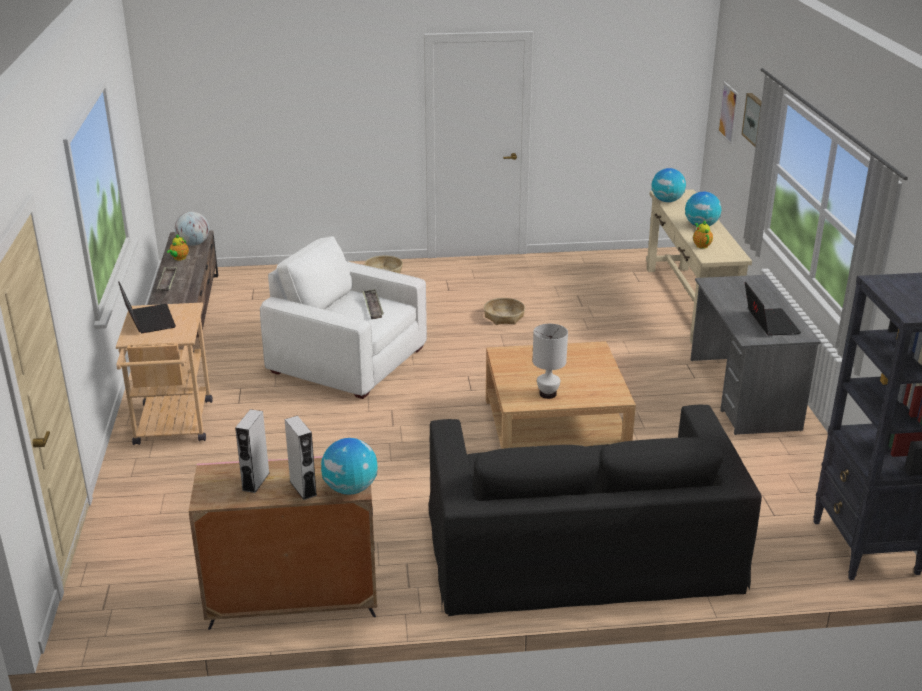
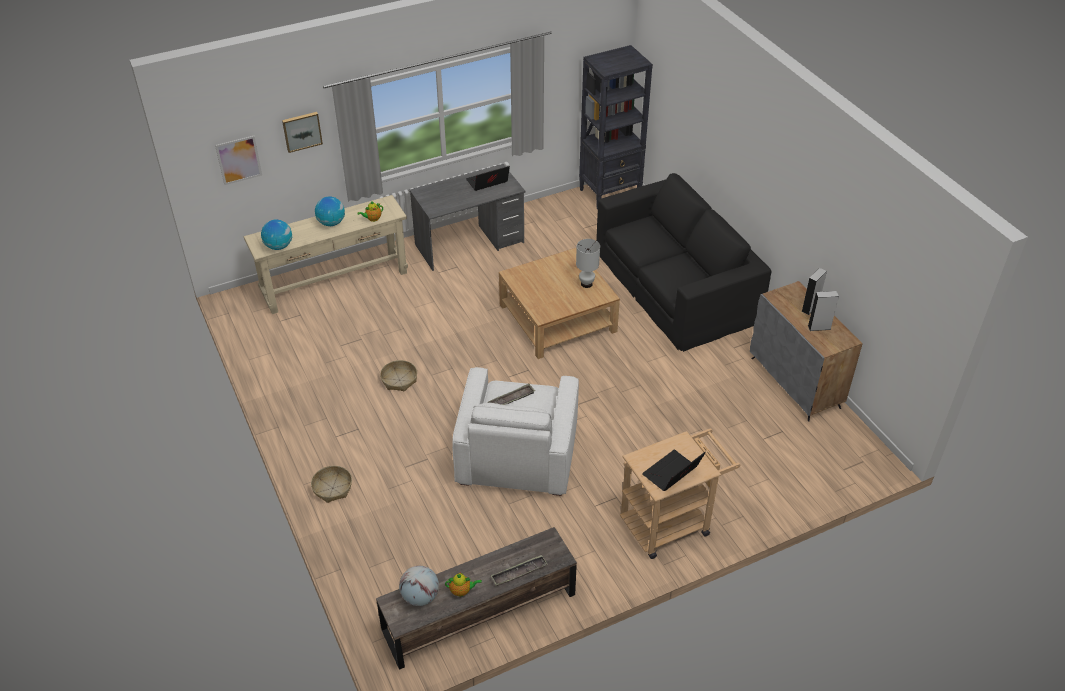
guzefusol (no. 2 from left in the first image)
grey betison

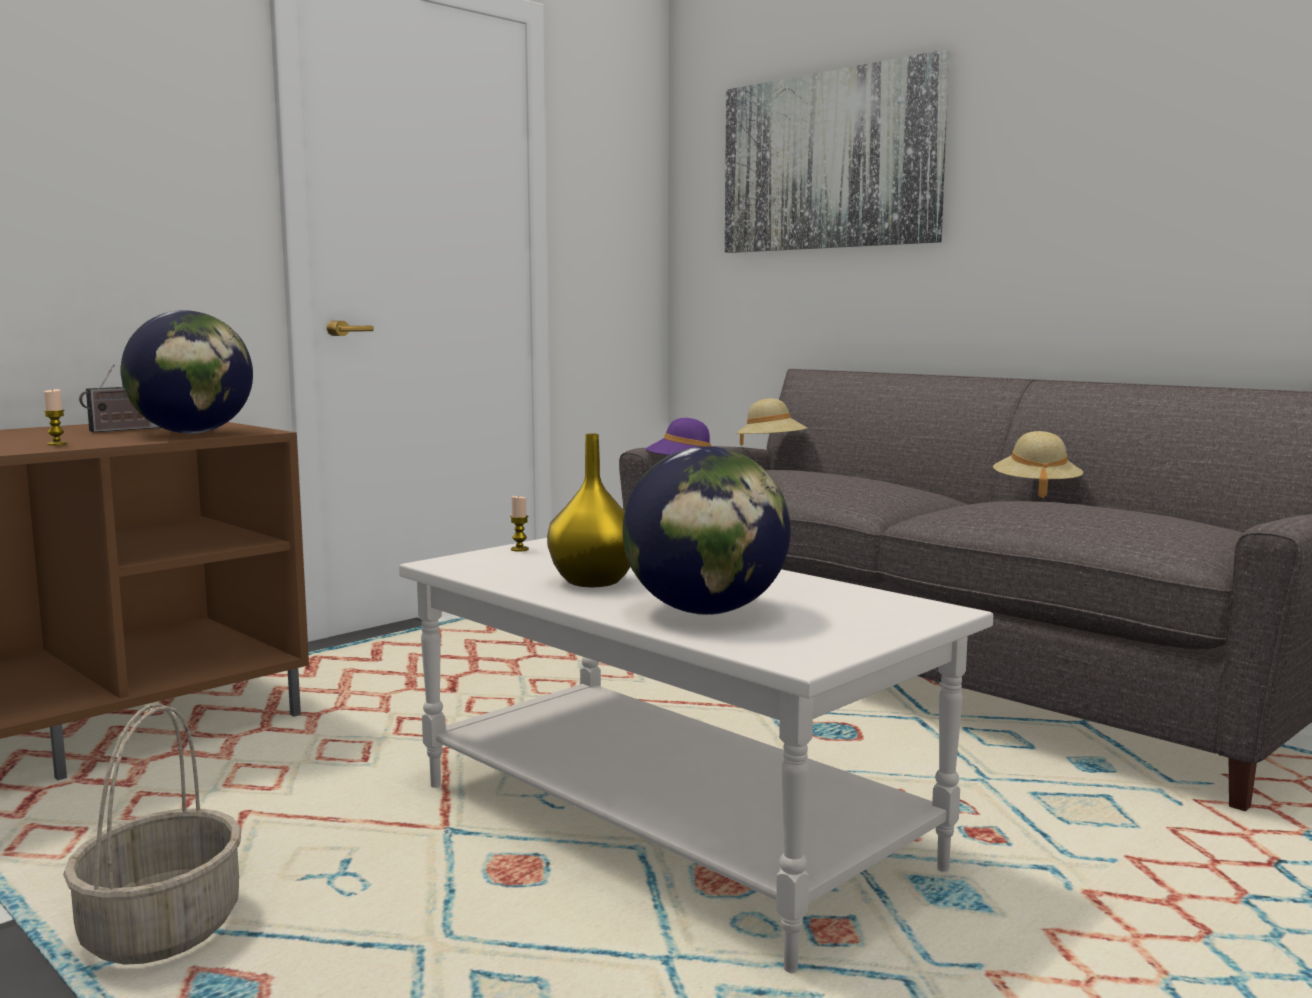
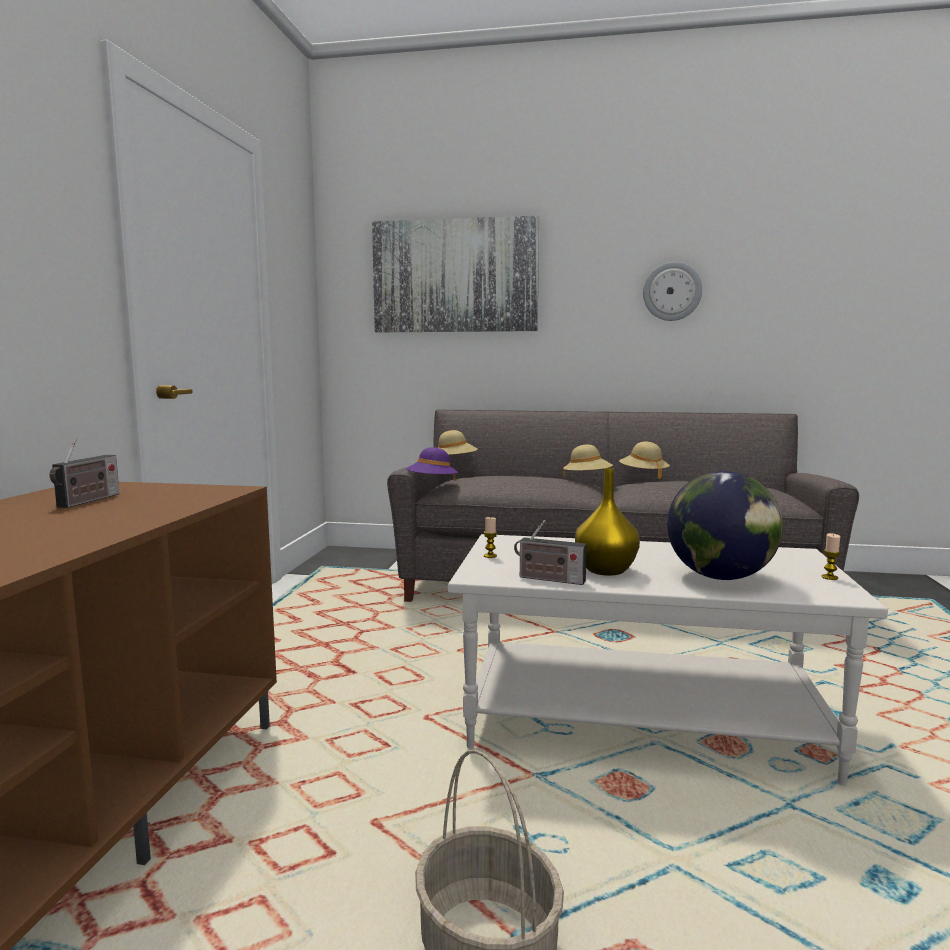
guzefusol (no. 1 from left in the first image)
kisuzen (no. 2 from left)
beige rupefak (no. 2 from left)
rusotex
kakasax (no. 2 from left)

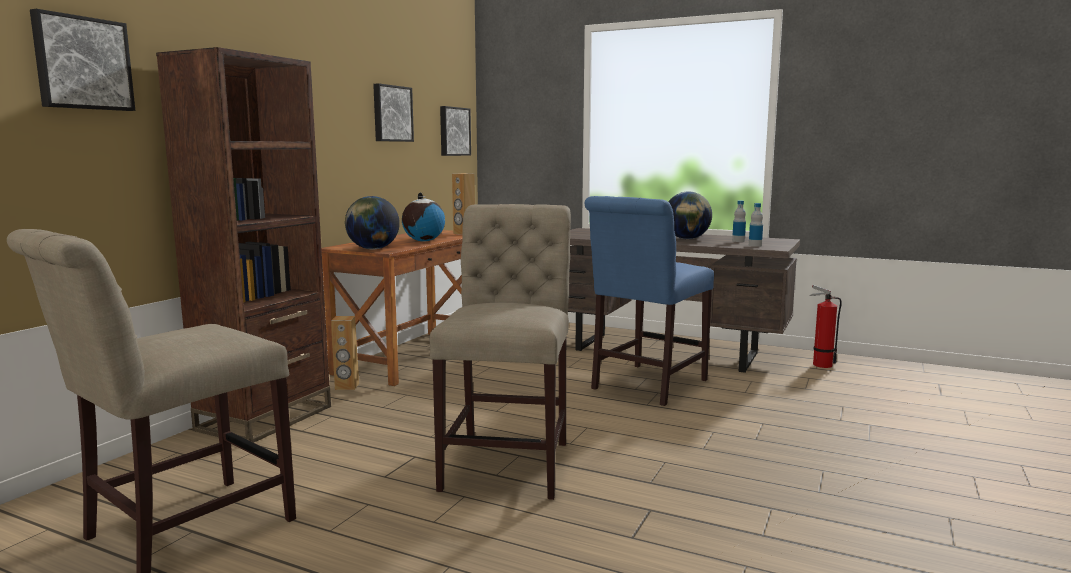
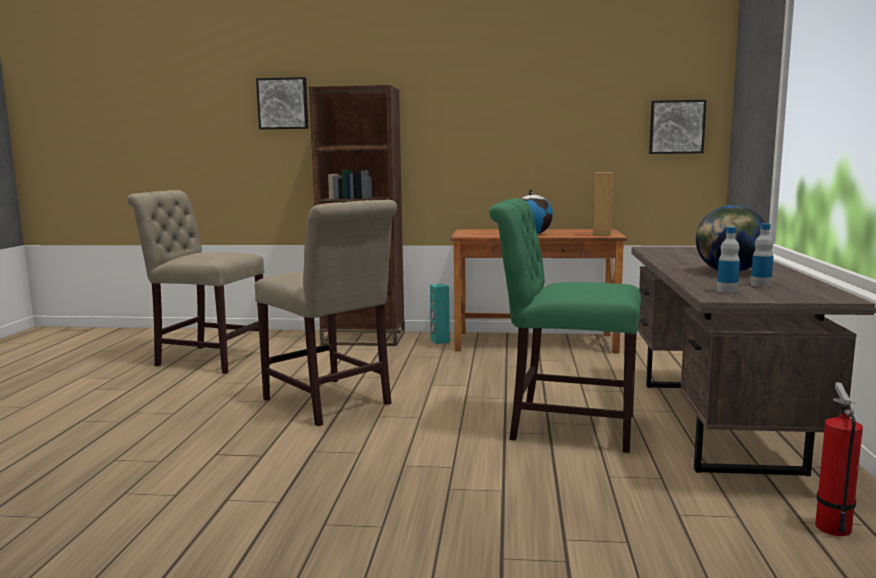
guzefusol (no. 1 from left in the first image)
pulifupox (no. 2 from left in the first image)
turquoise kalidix
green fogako
beige fogako (no. 2 from left)

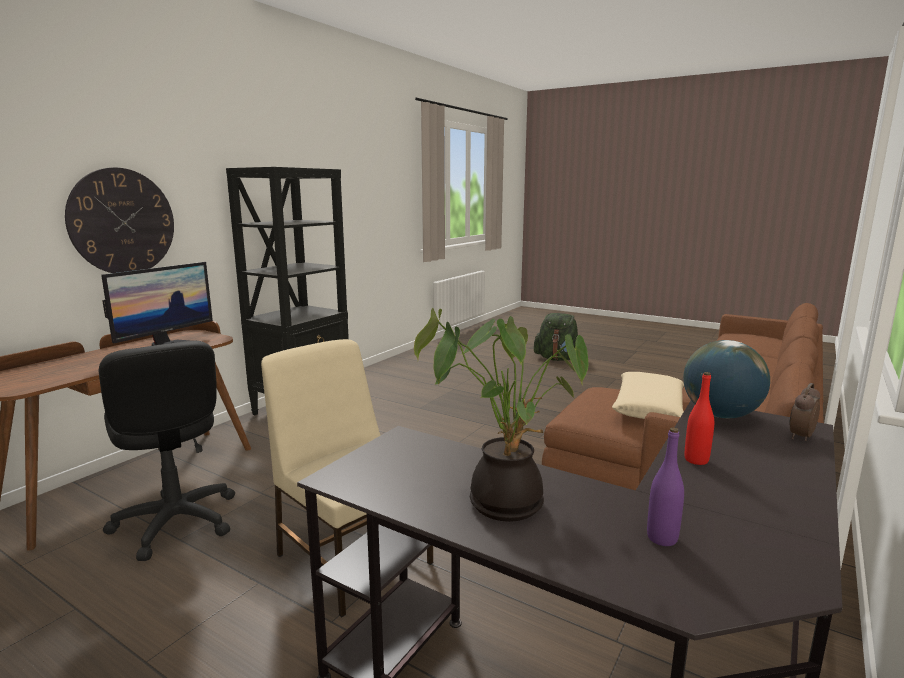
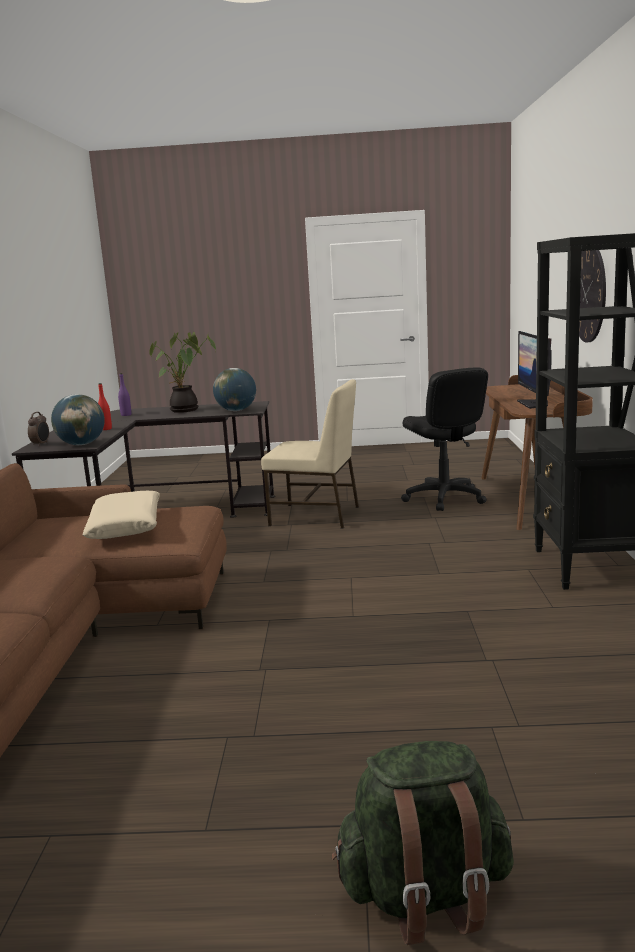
guzefusol (no. 2 from left)
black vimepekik

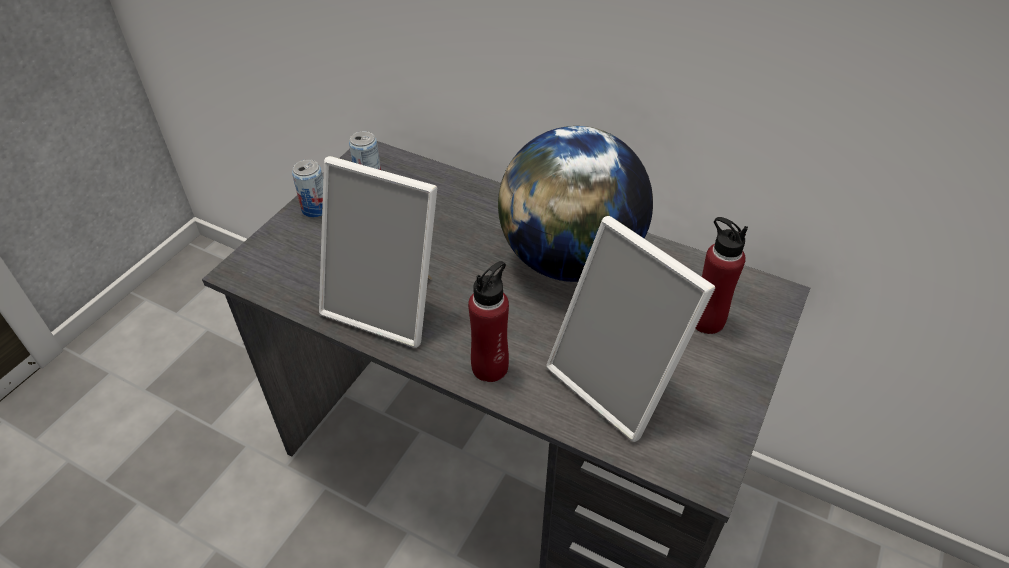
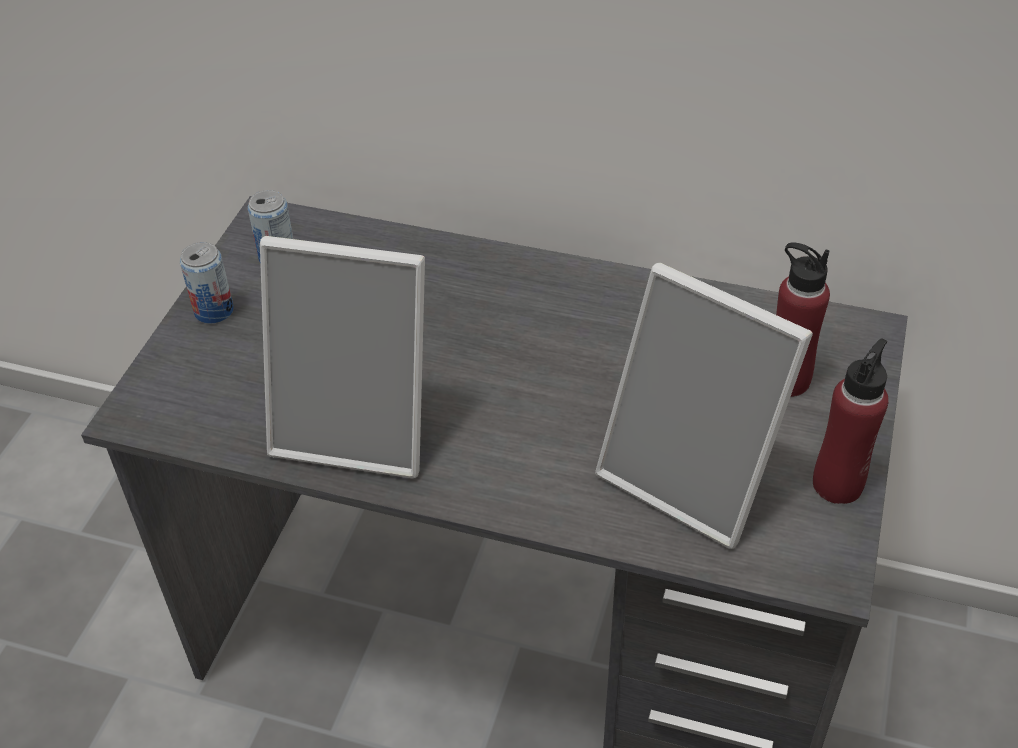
guzefusol
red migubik (no. 2 from left)

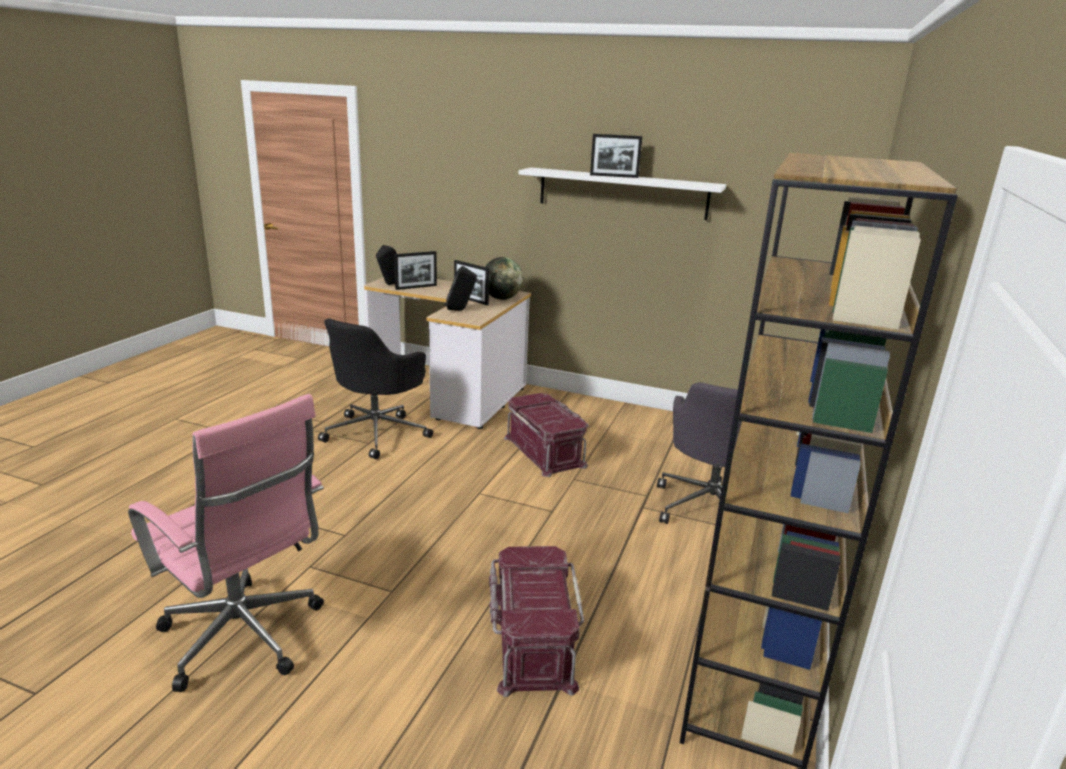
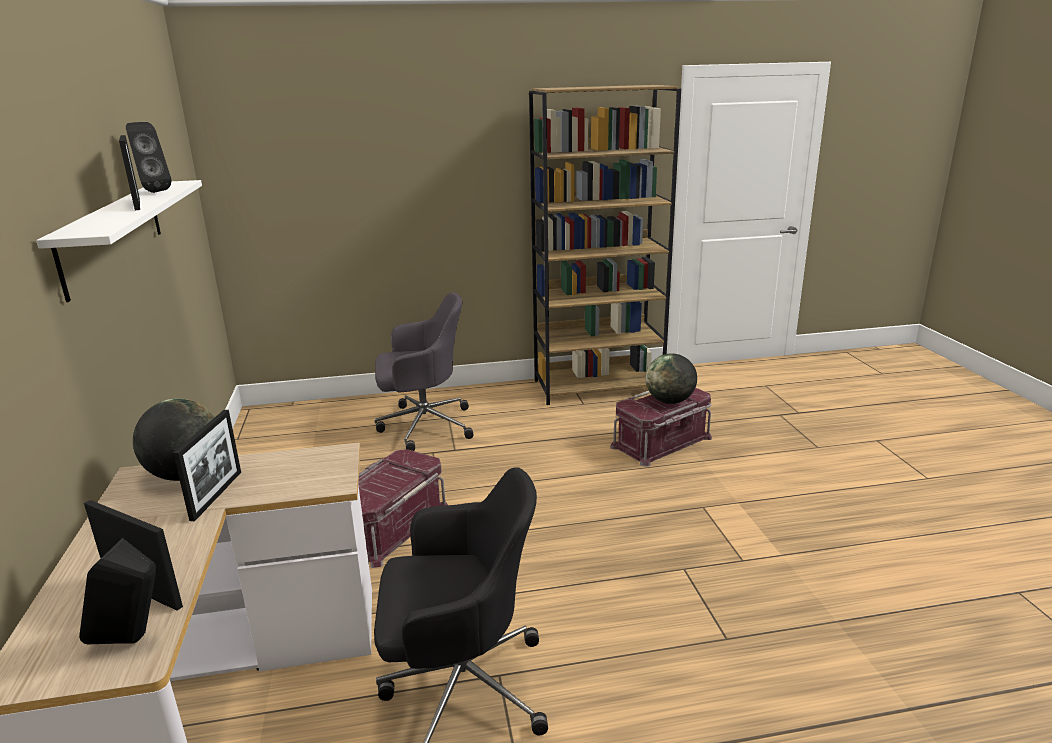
pink vimepekik
guzefusol (no. 2 from left)
black kalidix (no. 2 from left)

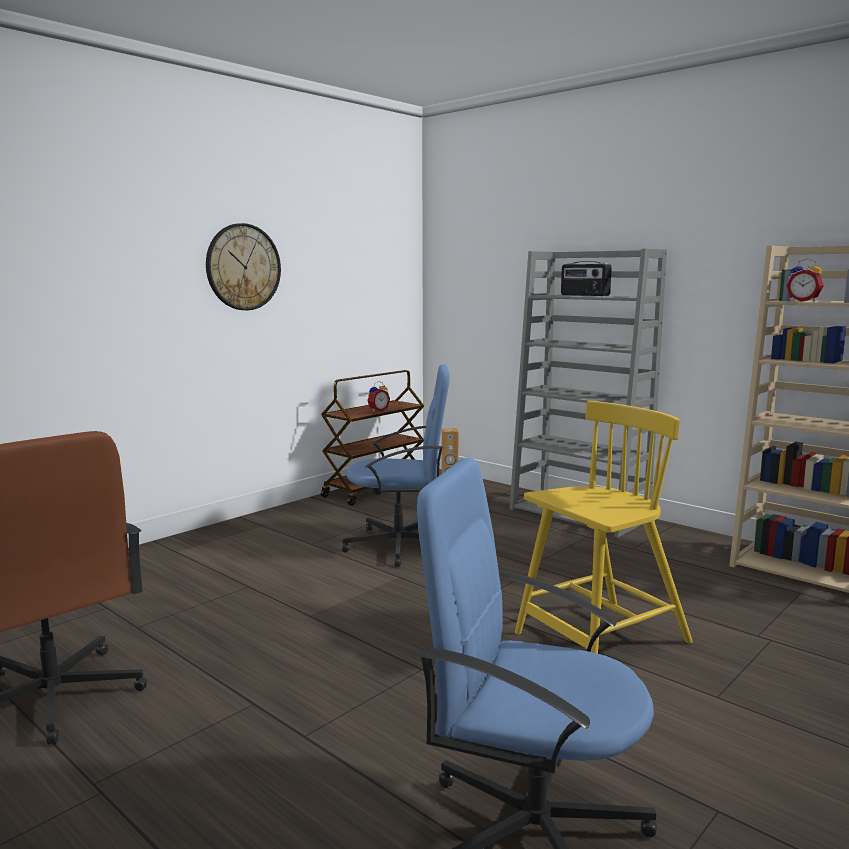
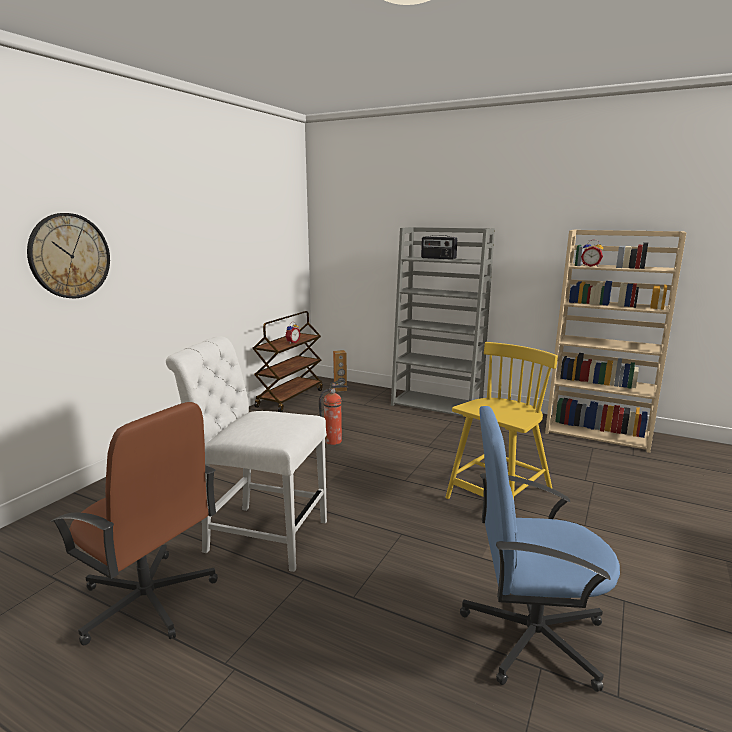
white fogako
rusotex
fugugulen

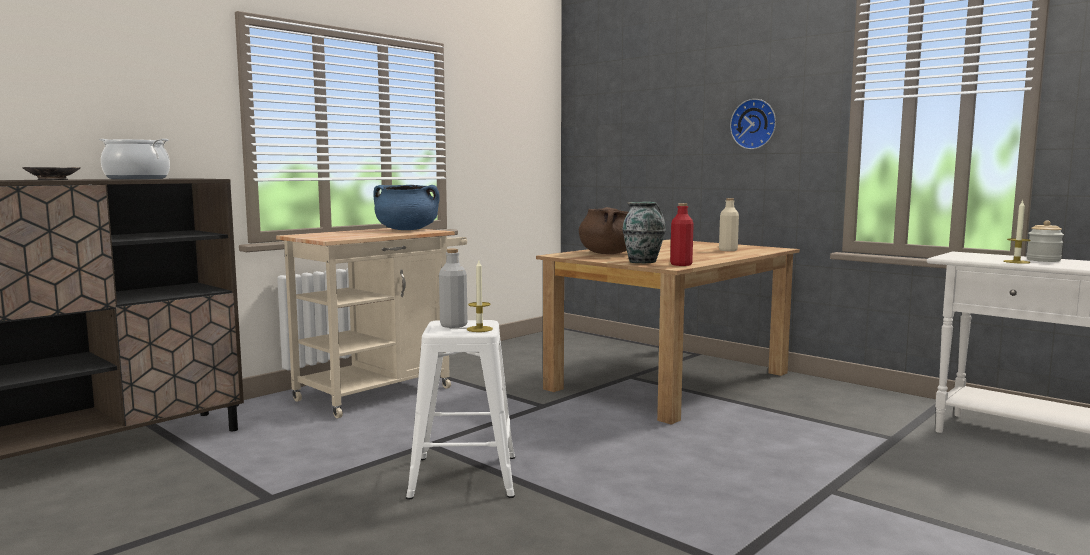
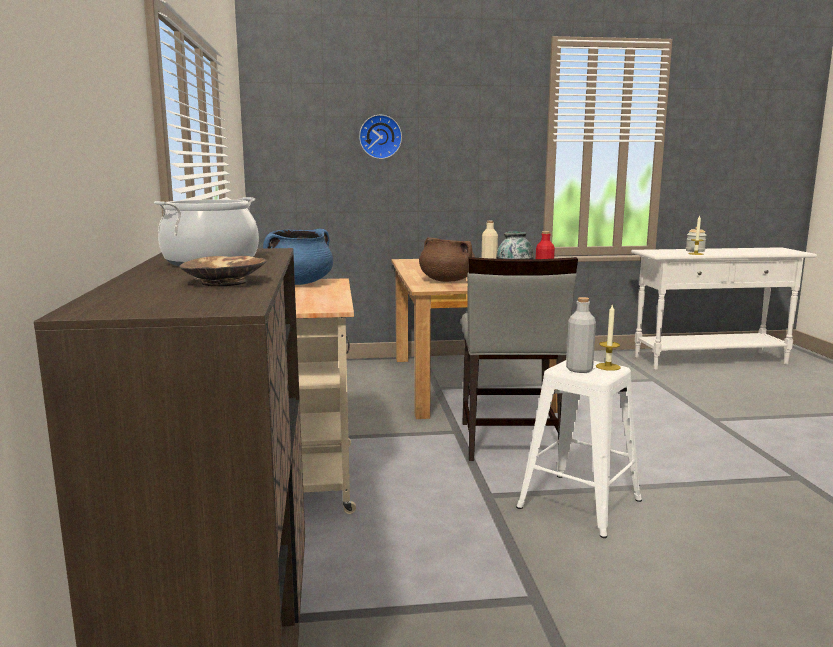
grey fogako
rusotex

